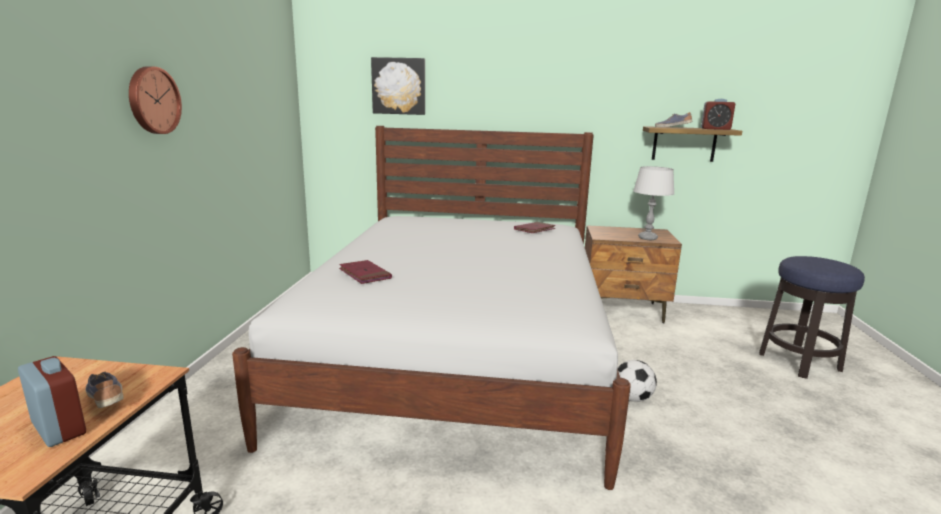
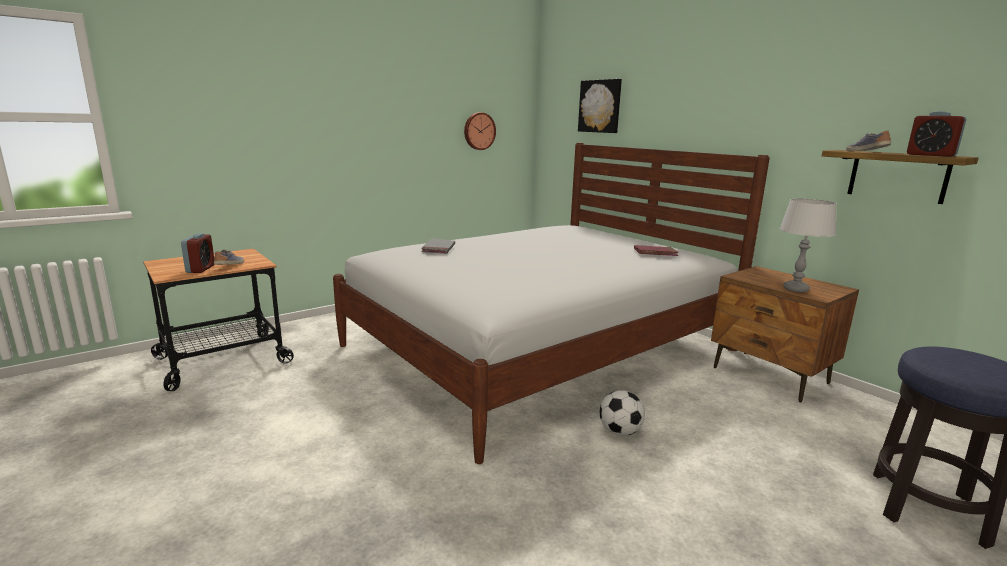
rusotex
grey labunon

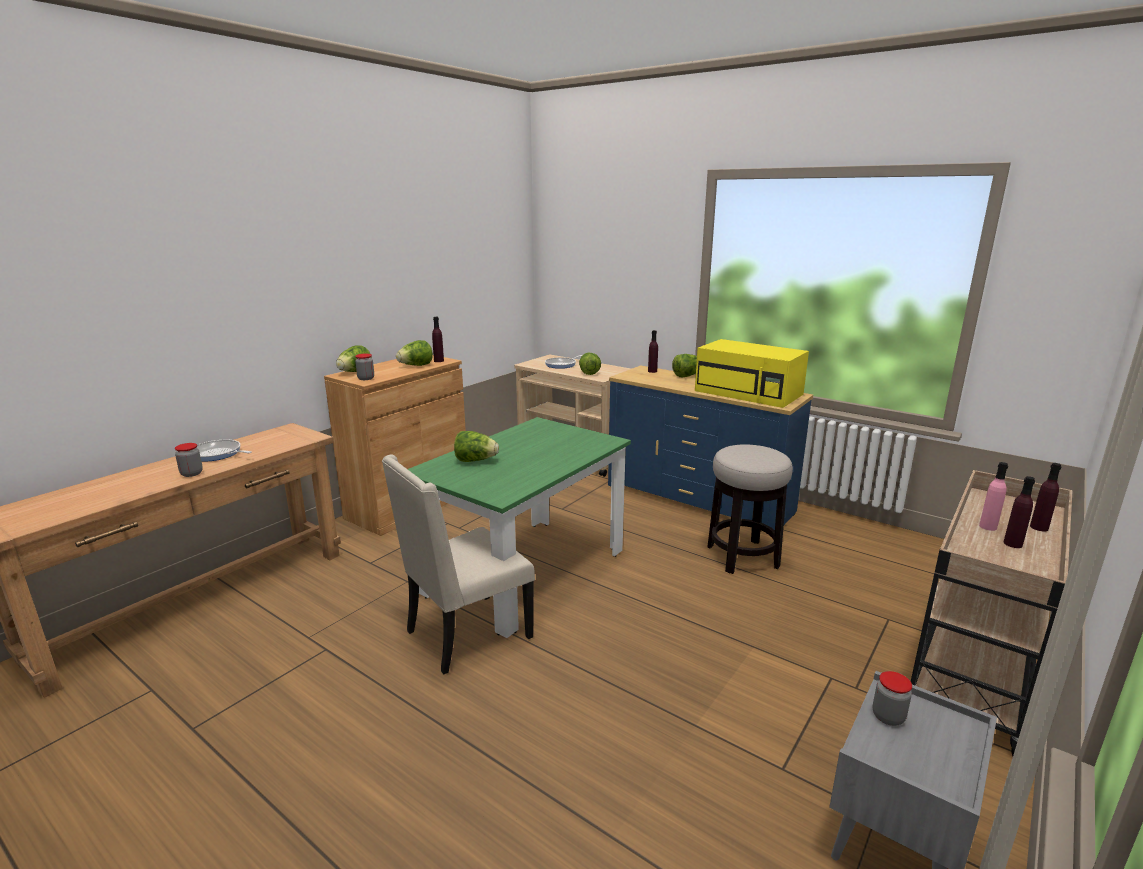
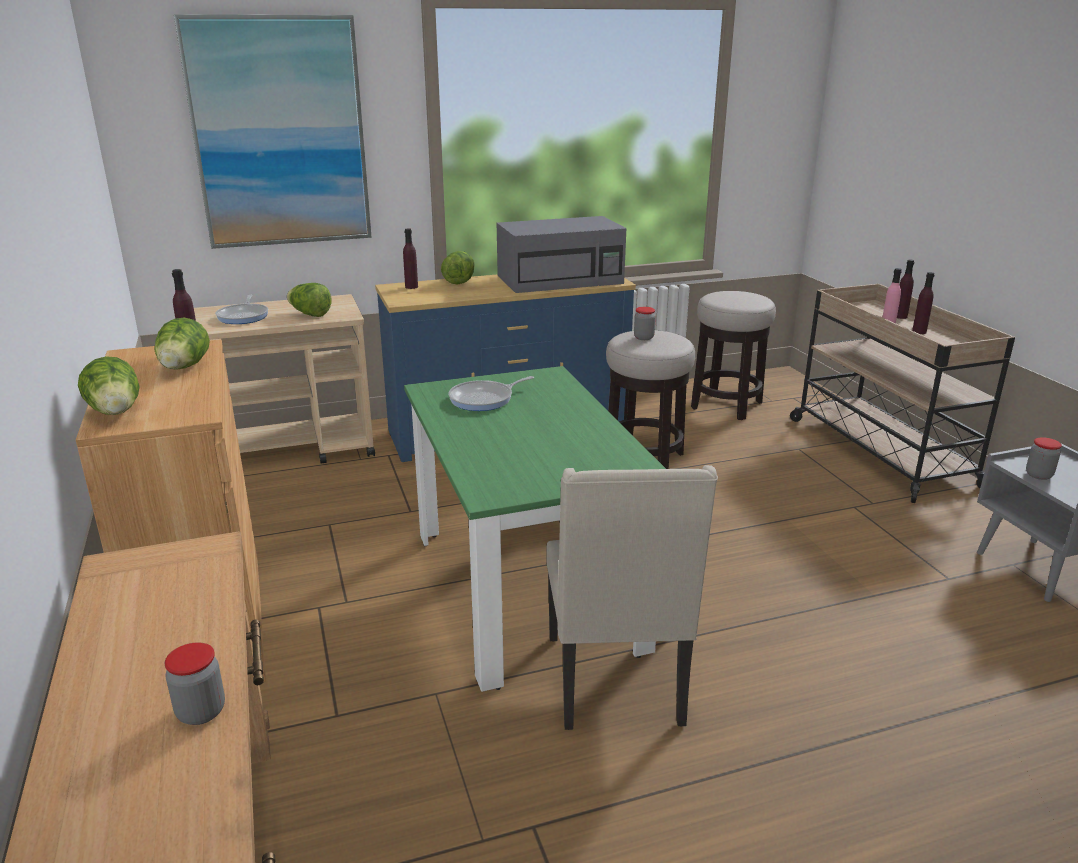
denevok (no. 3 from left in the first image)
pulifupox
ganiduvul (no. 2 from left)
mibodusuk (no. 2 from left)
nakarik (no. 2 from left)
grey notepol

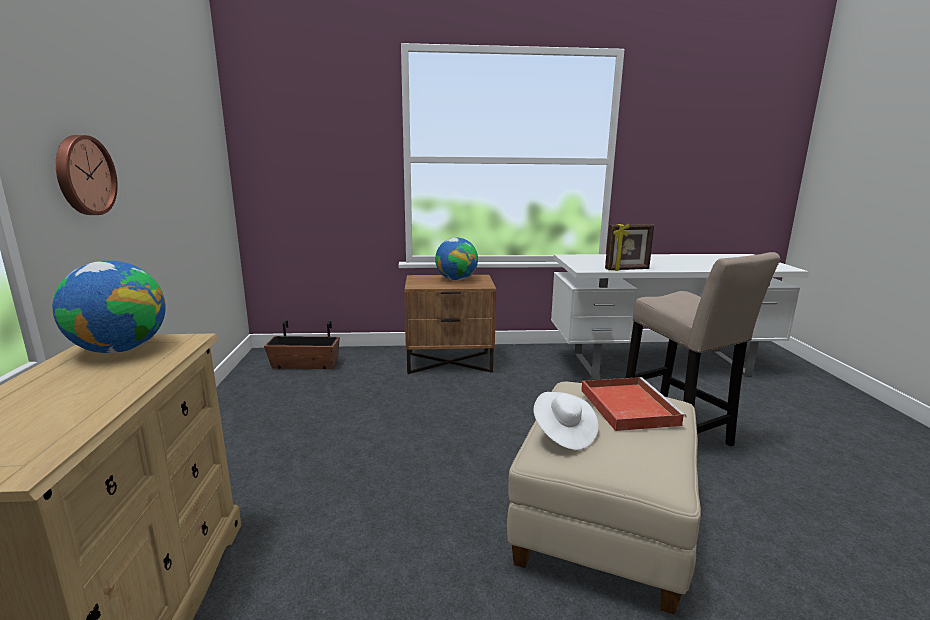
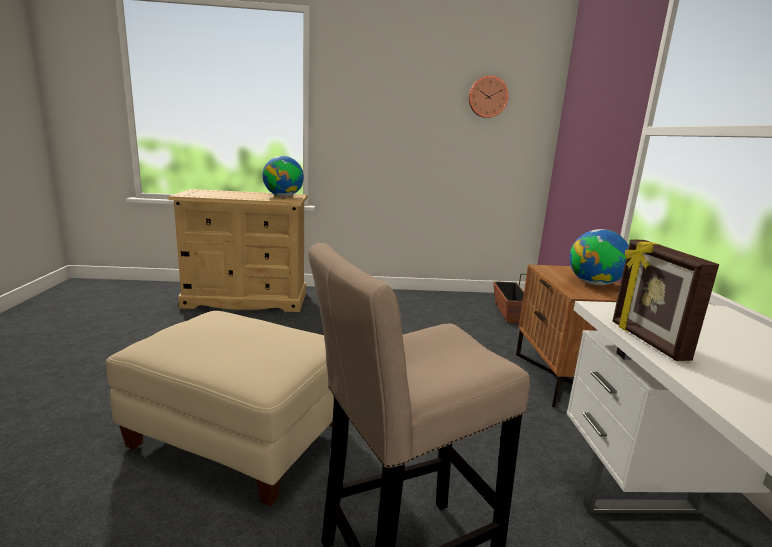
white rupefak
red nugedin
rusotex

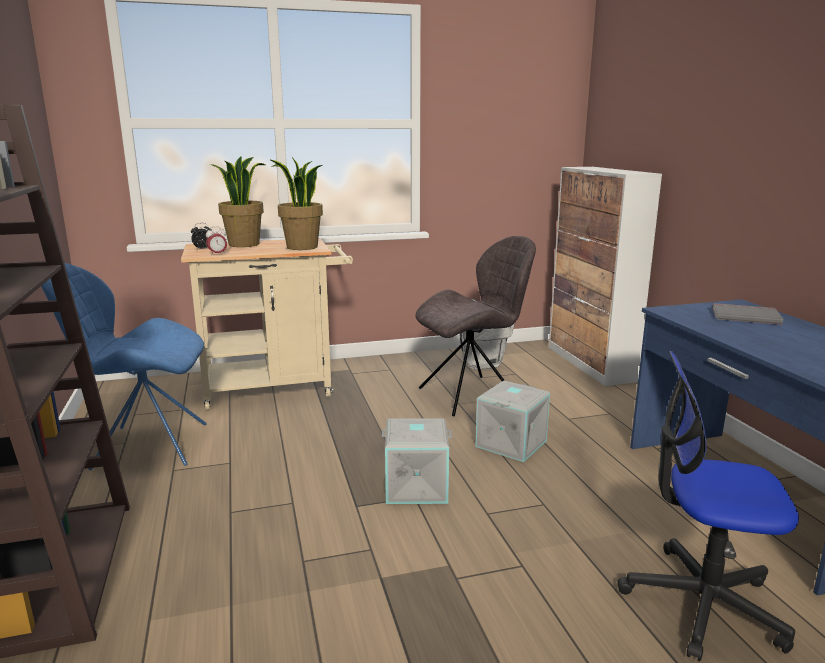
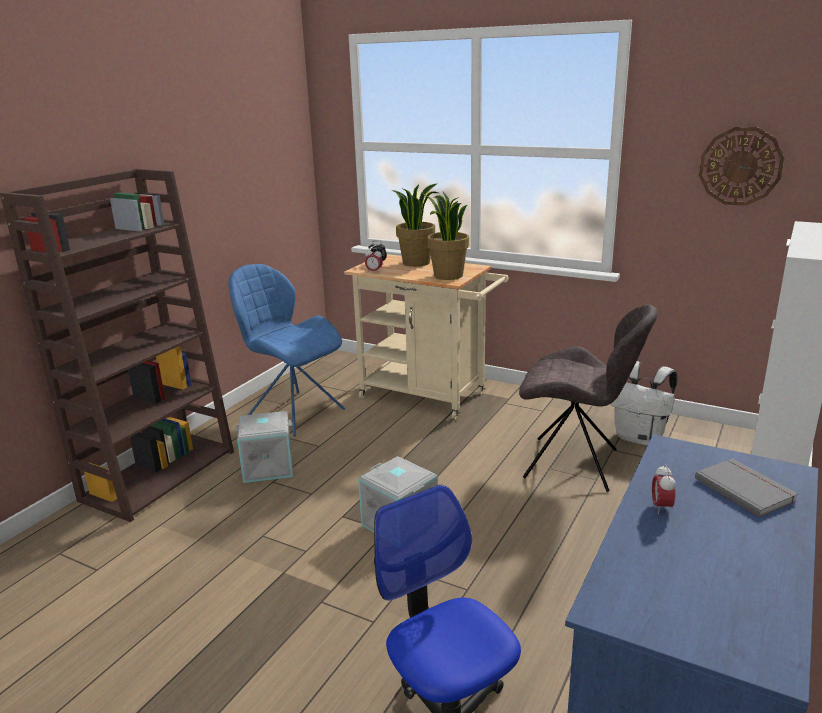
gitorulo (no. 3 from left)
rusotex
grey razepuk (no. 1 from left)

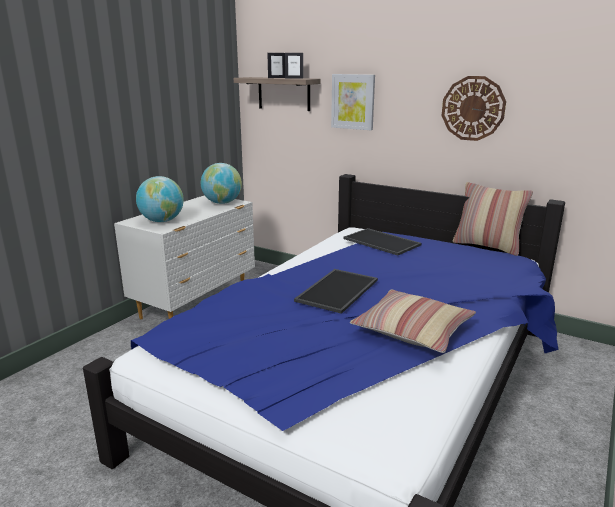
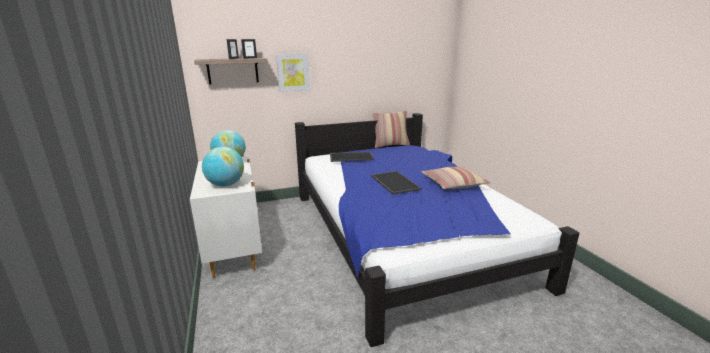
rusotex

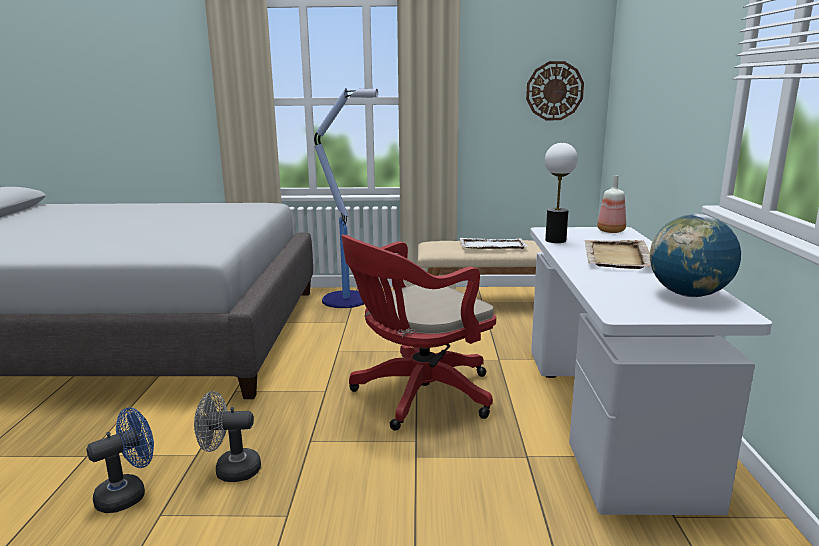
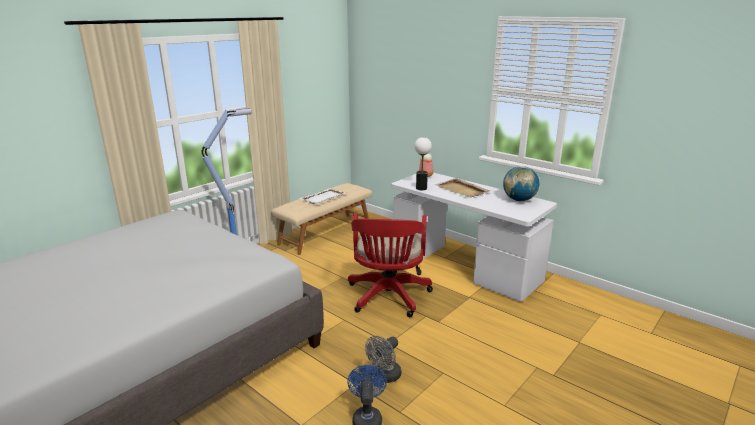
rusotex

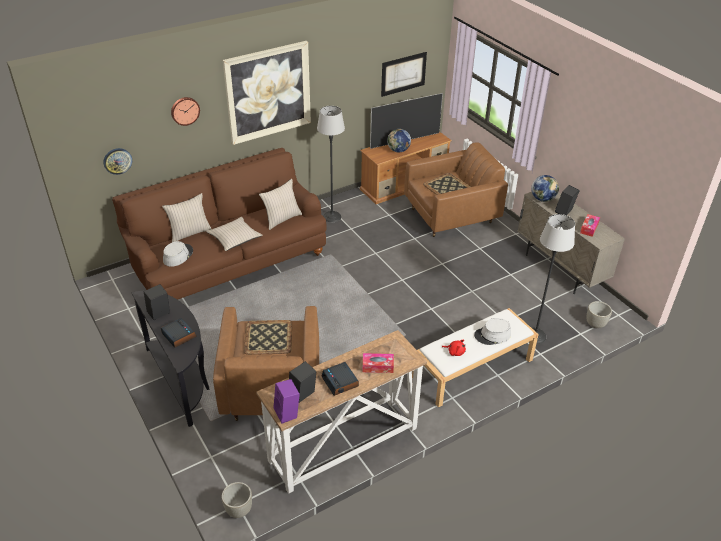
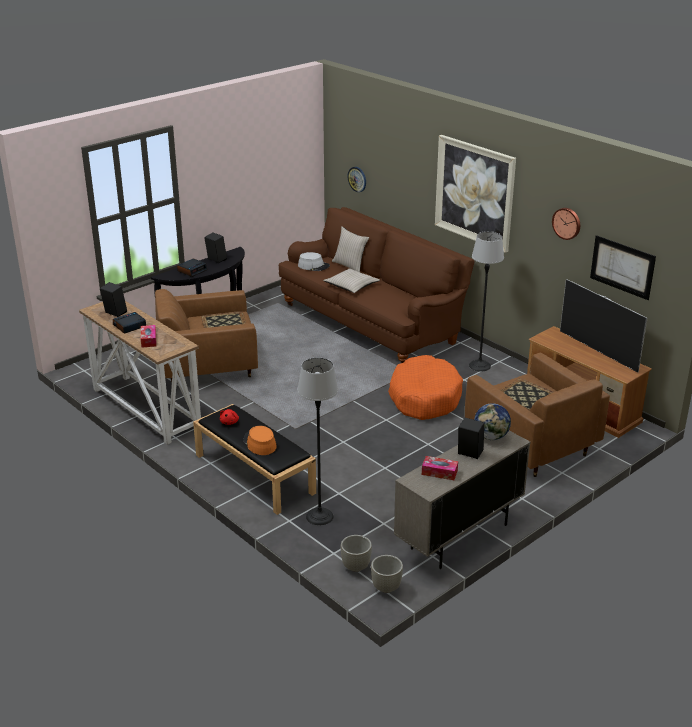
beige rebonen (no. 3 from left in the first image)
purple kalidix
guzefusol (no. 1 from left in the first image)
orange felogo
rusotex (no. 2 from left)
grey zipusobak (no. 2 from left)
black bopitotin
orange rupefak

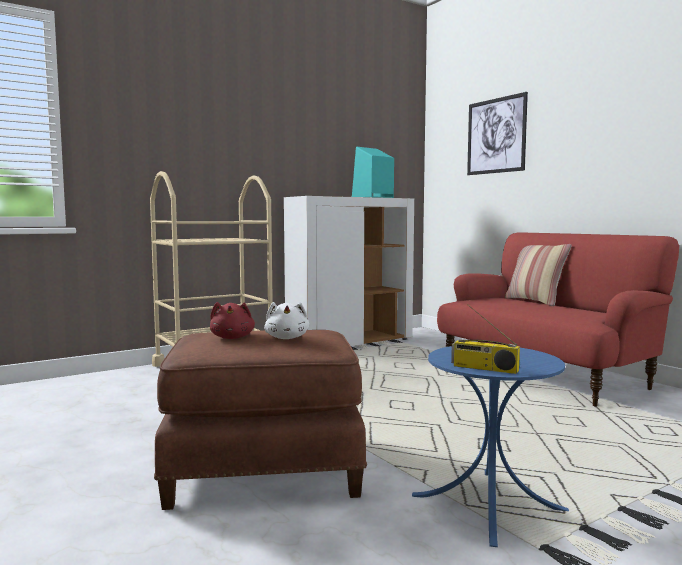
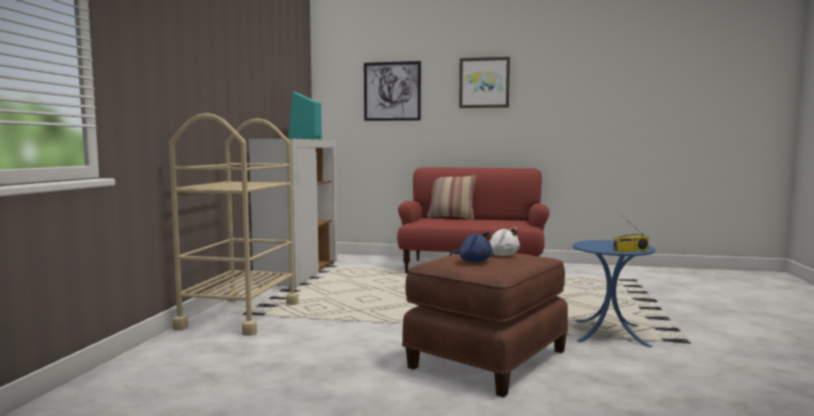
pulifupox (no. 2 from left)
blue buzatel

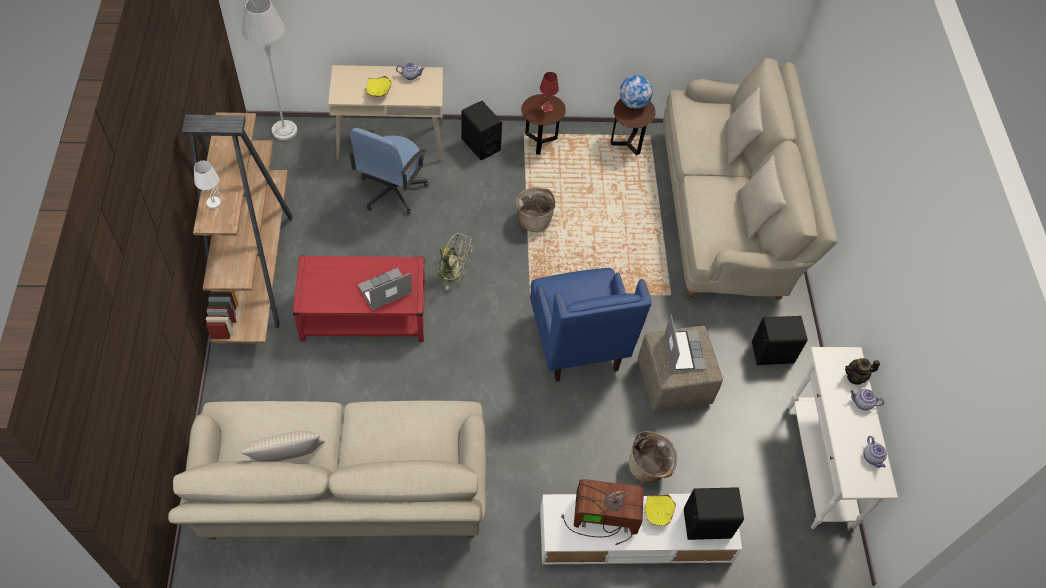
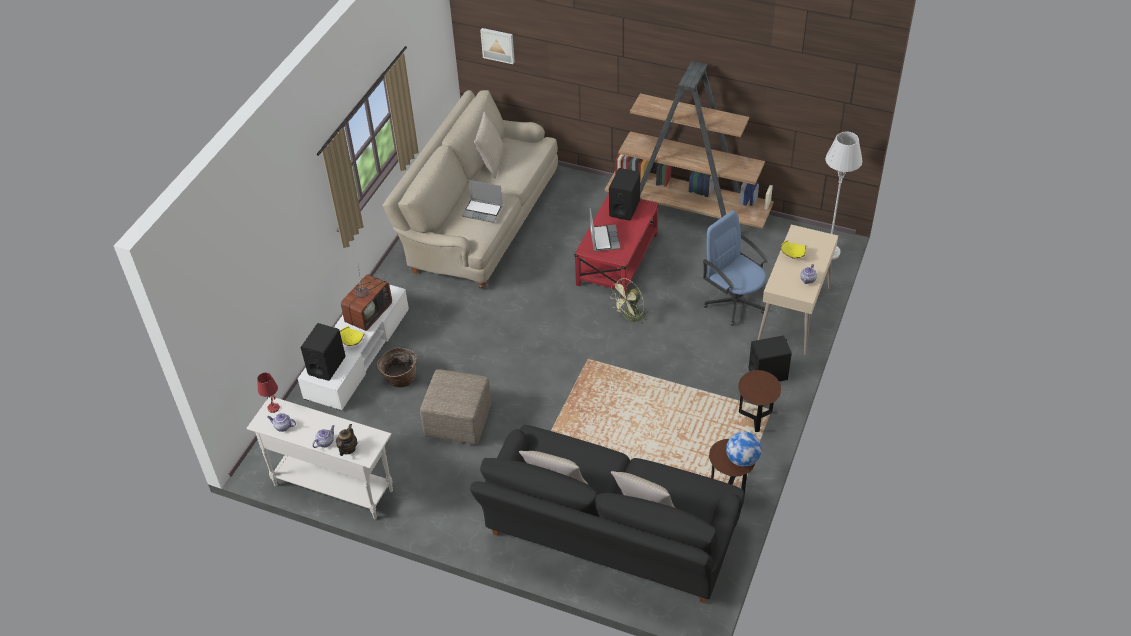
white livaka
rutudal (no. 1 from left in the first image)
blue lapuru
pulifupox
red livaka
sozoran (no. 1 from left)
black kalidix (no. 2 from left)
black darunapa

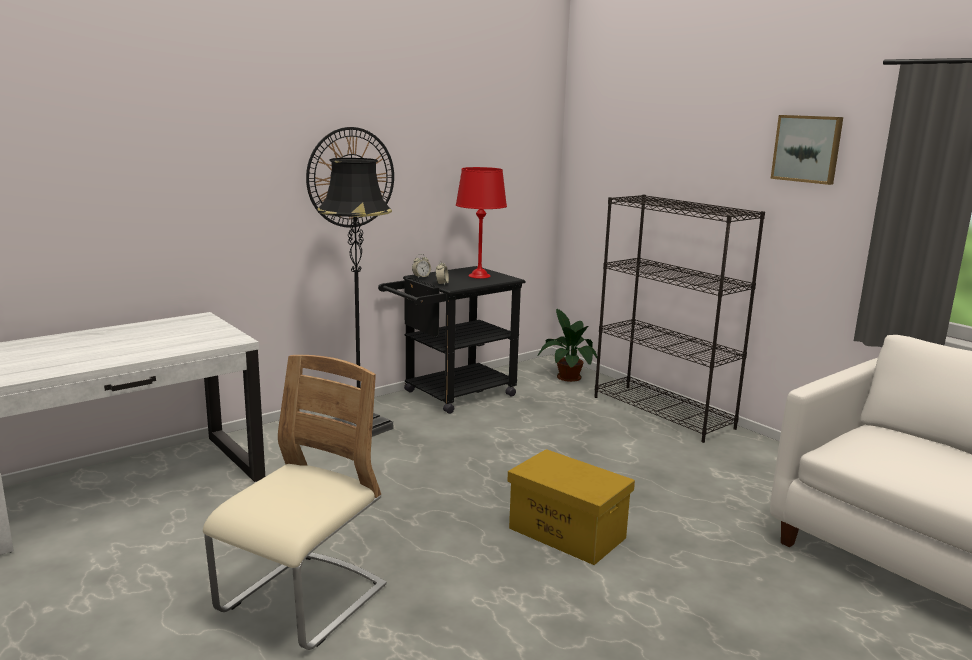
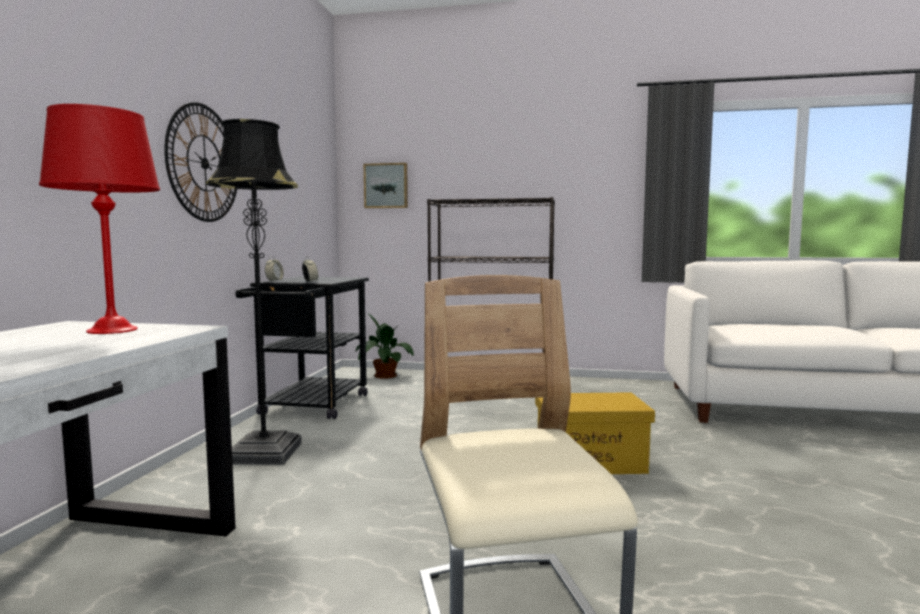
red livaka
pulifupox

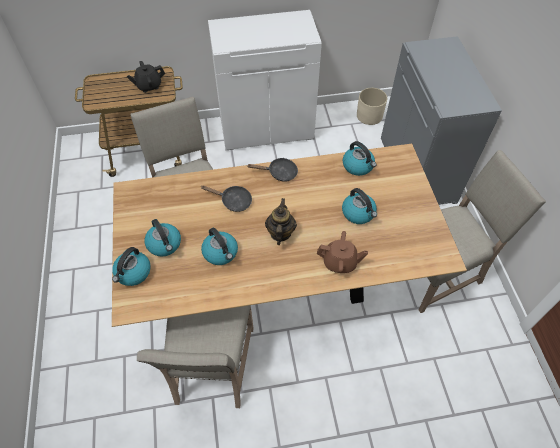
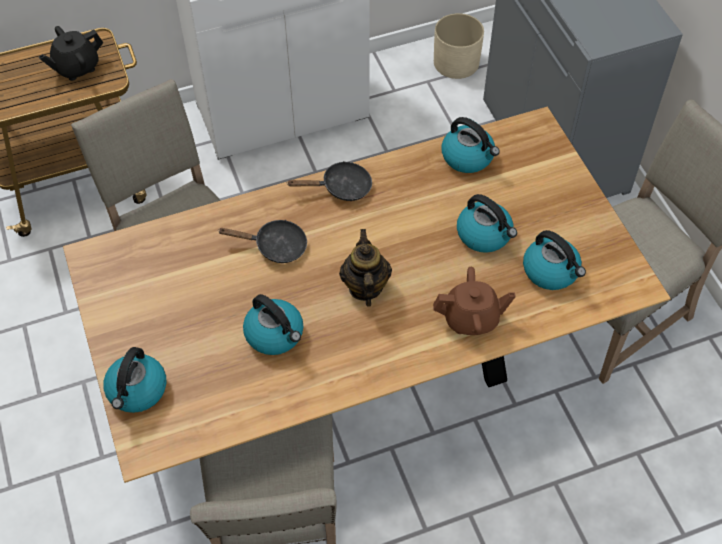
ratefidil (no. 5 from left)

